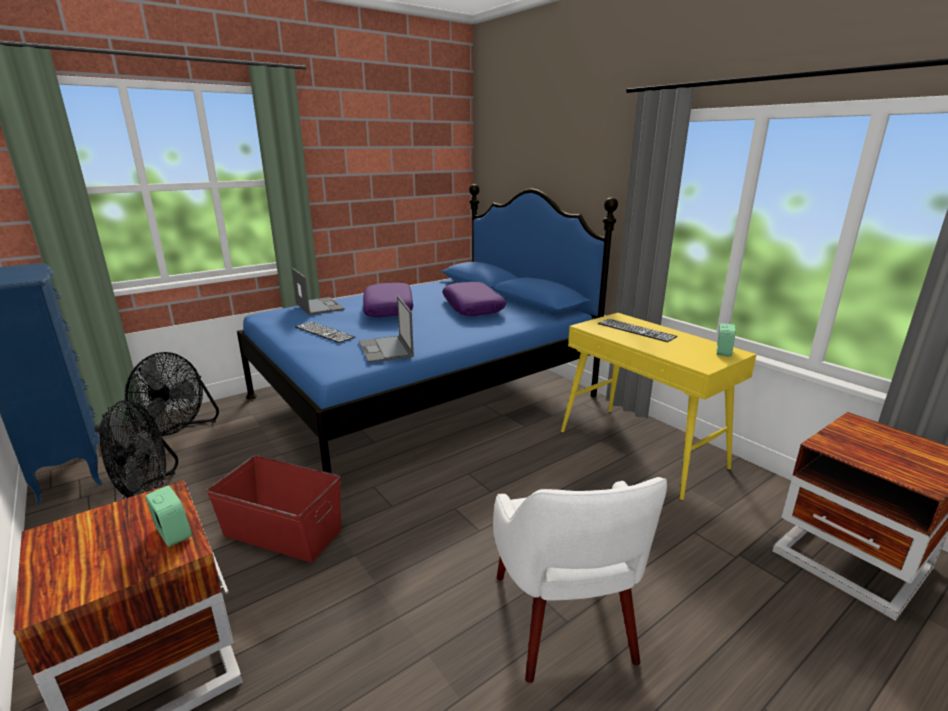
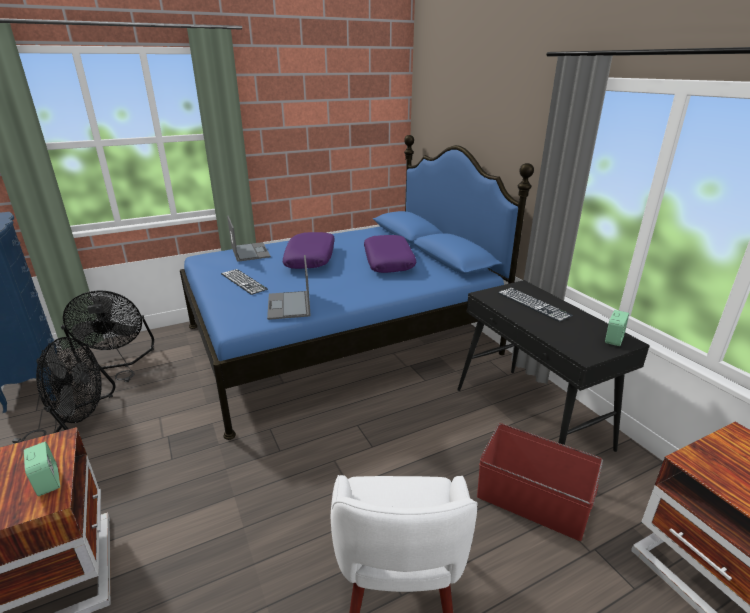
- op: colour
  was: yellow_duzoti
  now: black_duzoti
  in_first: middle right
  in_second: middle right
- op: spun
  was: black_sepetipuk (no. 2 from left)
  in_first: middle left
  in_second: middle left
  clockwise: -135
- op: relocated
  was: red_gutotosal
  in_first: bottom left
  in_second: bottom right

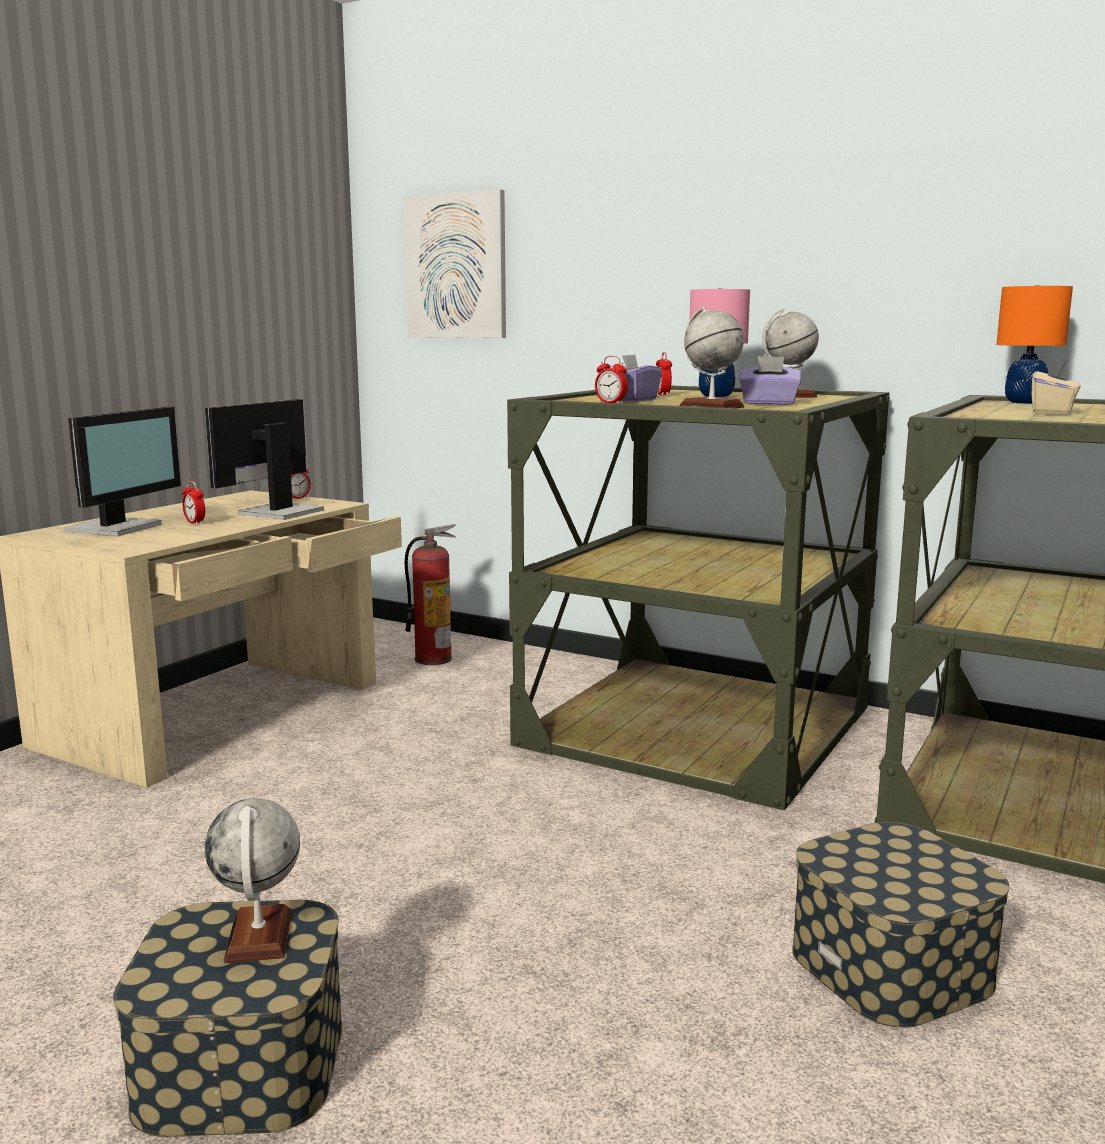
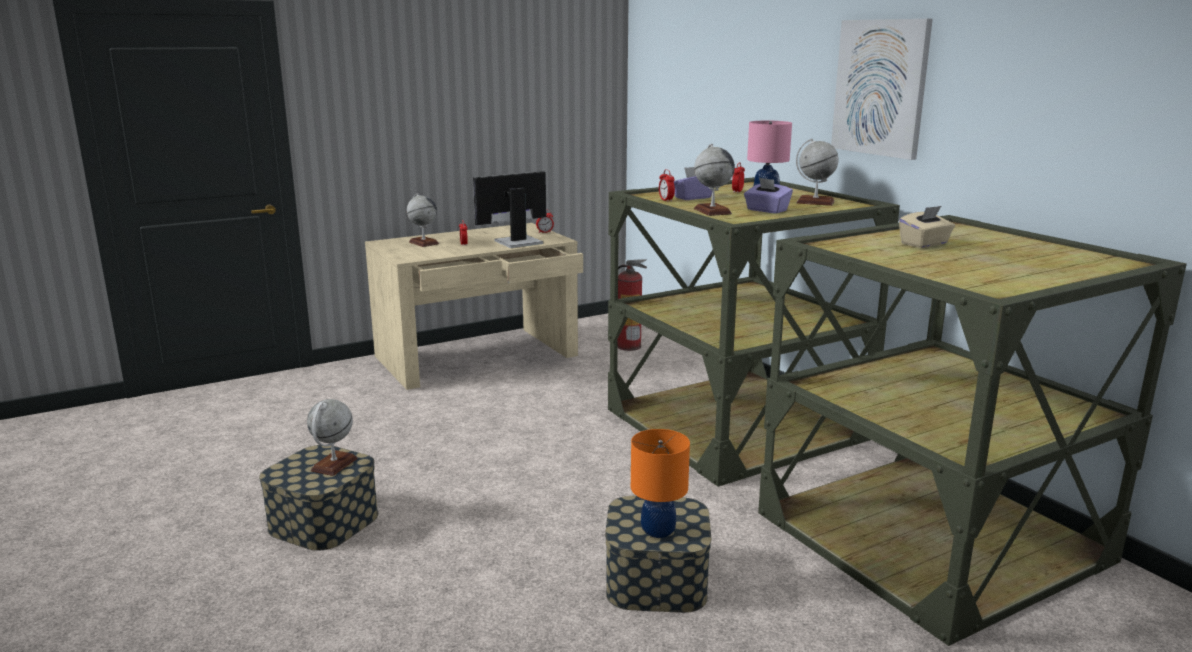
- op: relocated
  was: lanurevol
  in_first: top centre
  in_second: top right
- op: relocated
  was: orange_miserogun
  in_first: top right
  in_second: bottom centre
- op: exchanged
  was: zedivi (no. 1 from left)
  now: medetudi (no. 2 from left)
  in_first: middle left
  in_second: centre

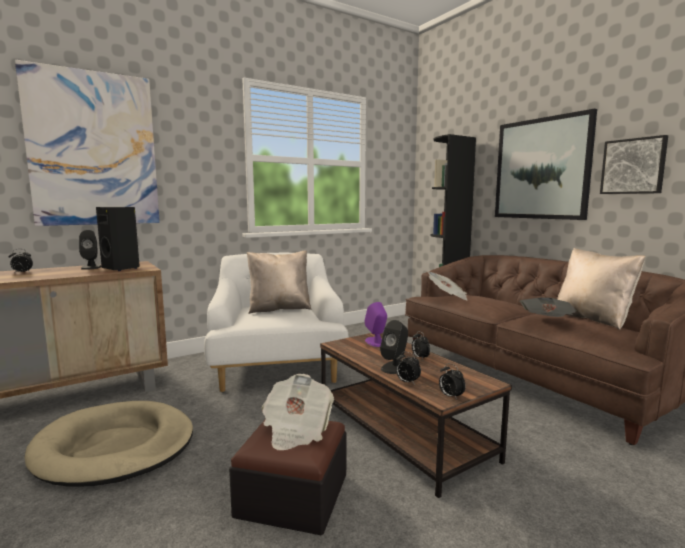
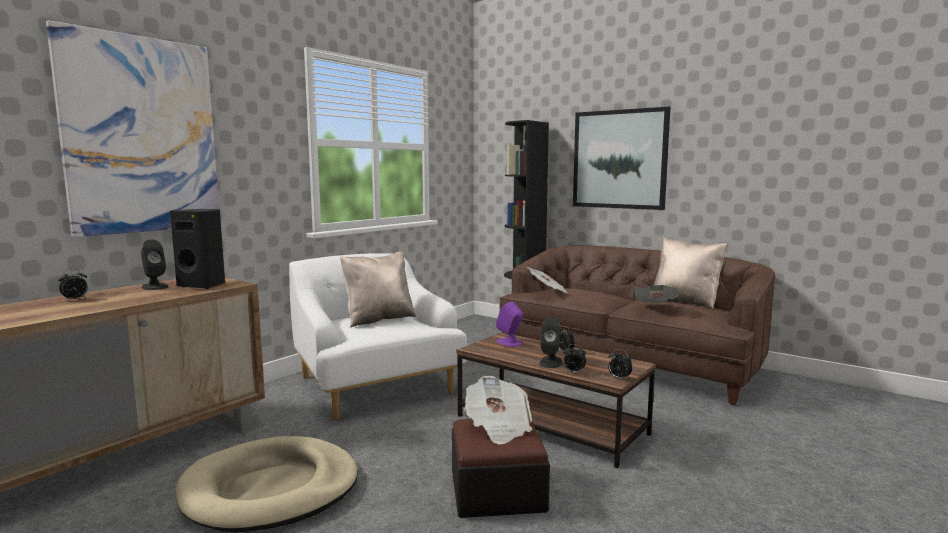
- op: missing
  was: lanurevol (no. 3 from left)
  in_first: top right

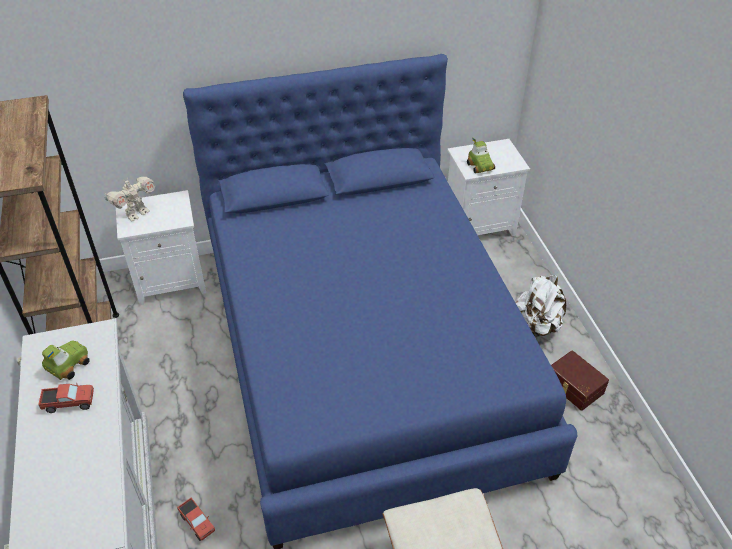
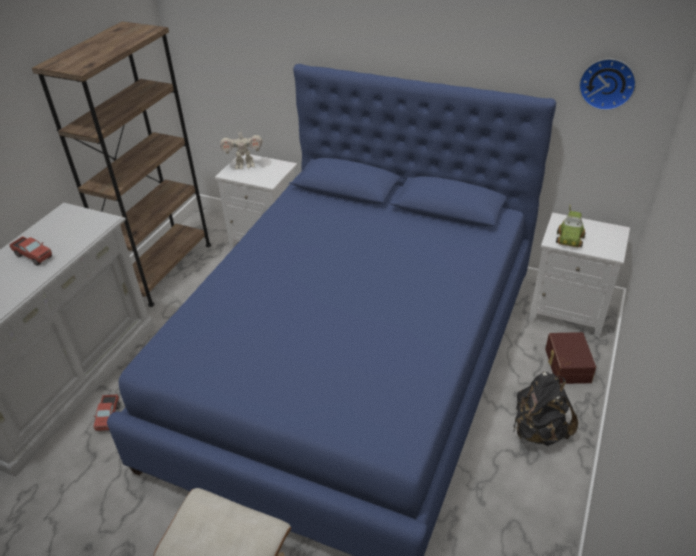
- op: colour
  was: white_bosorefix
  now: black_bosorefix
  in_first: middle right
  in_second: bottom right
- op: missing
  was: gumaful (no. 1 from left)
  in_first: middle left
- op: relocated
  was: brown_gutotosal
  in_first: bottom right
  in_second: middle right
- op: appeared
  now: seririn
  in_second: top right

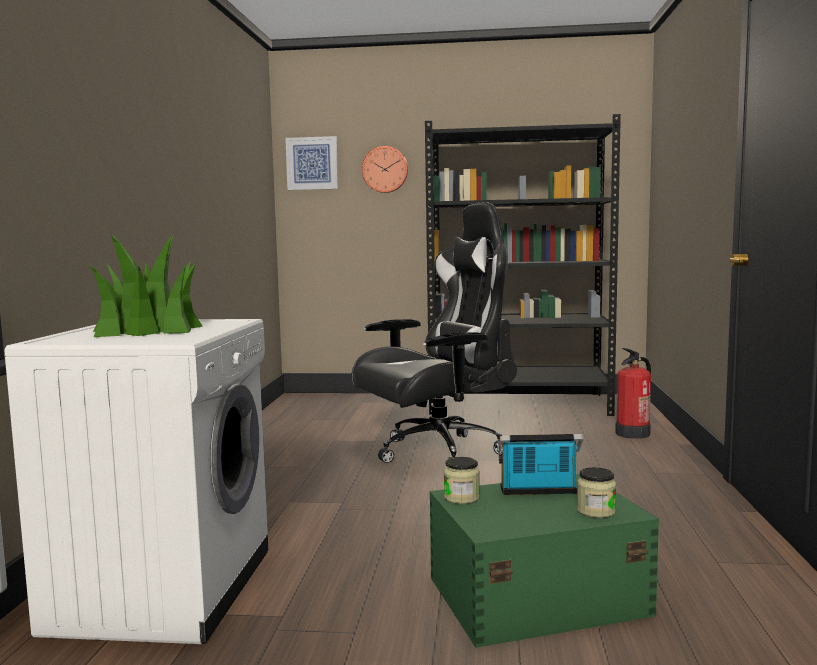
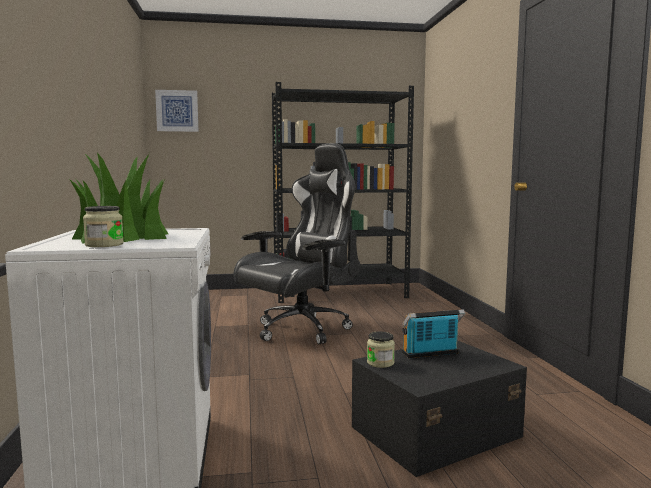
- op: missing
  was: seririn
  in_first: top centre
- op: missing
  was: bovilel
  in_first: middle right
- op: relocated
  was: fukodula (no. 2 from left in the first image)
  now: fukodula (no. 1 from left)
  in_first: bottom right
  in_second: middle left
- op: colour
  was: green_gutotosal
  now: black_gutotosal
  in_first: bottom centre
  in_second: bottom right

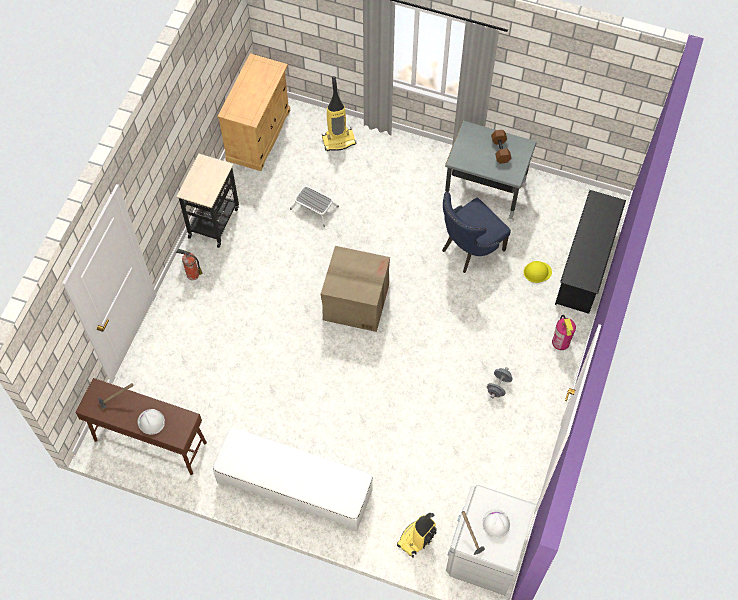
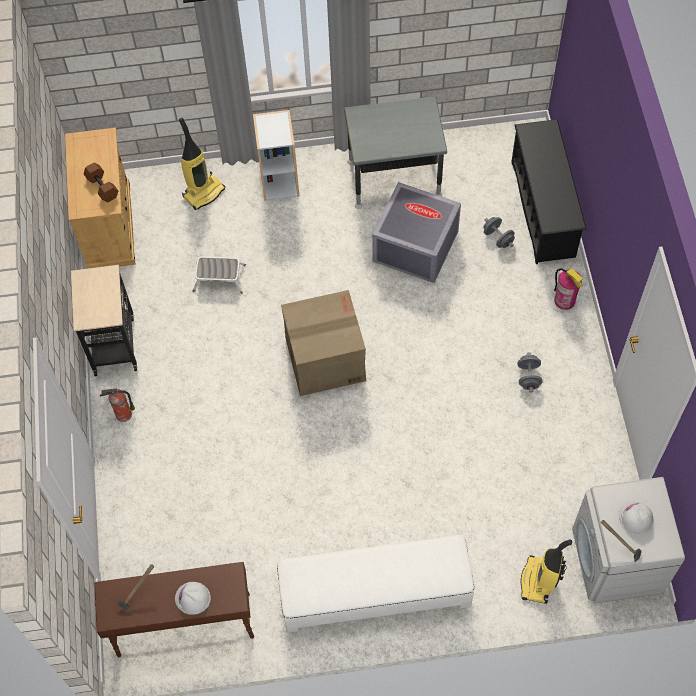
- op: relocated
  was: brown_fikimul
  in_first: top right
  in_second: top left
- op: exchanged
  was: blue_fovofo
  now: grey_gutotosal
  in_first: centre
  in_second: centre
- op: exchanged
  was: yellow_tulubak
  now: grey_fikimul (no. 1 from left)
  in_first: middle right
  in_second: middle right
- op: appeared
  now: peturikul
  in_second: top centre

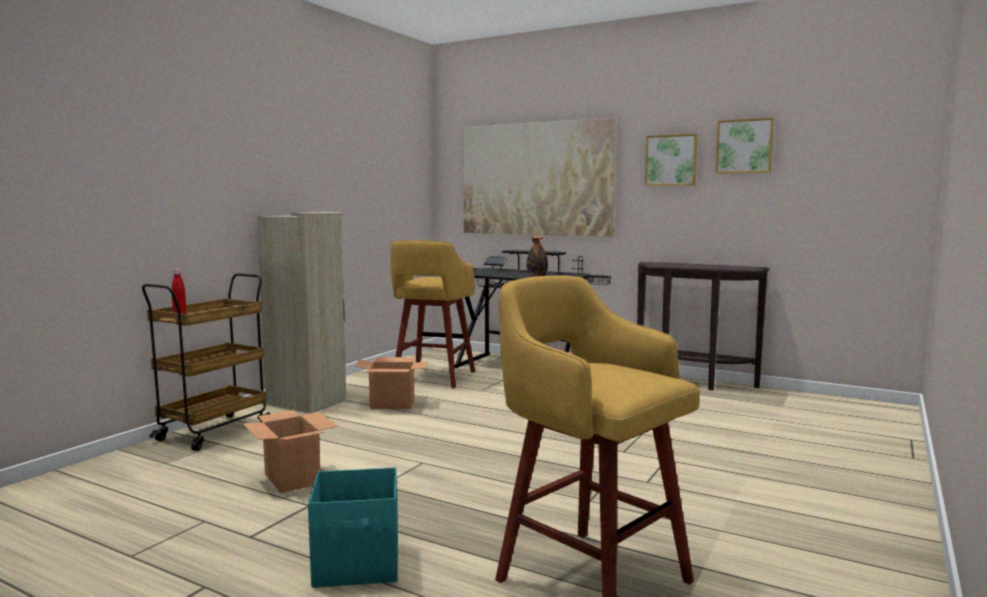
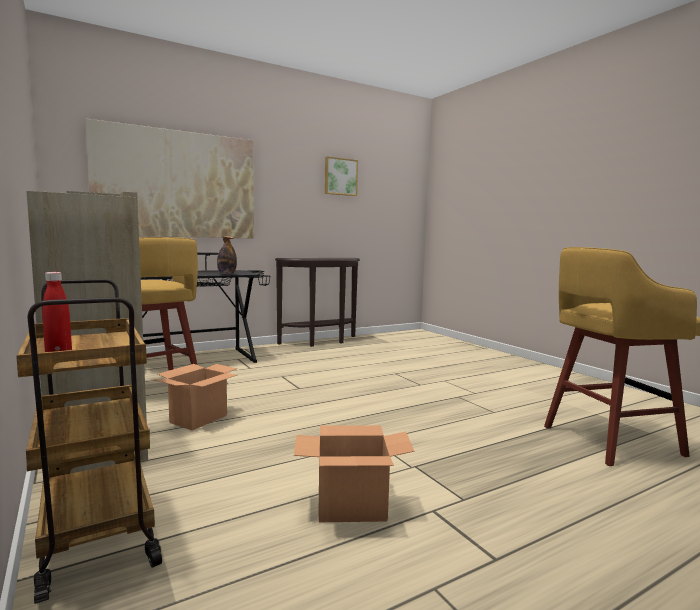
- op: missing
  was: lanurevol (no. 2 from left)
  in_first: top right
- op: missing
  was: turquoise_gutotosal
  in_first: bottom centre

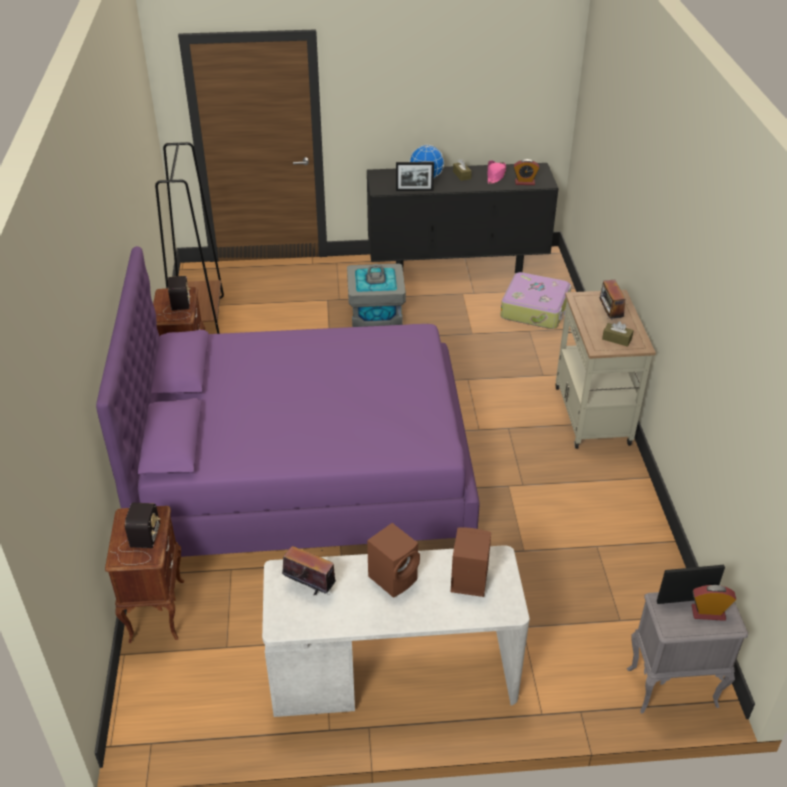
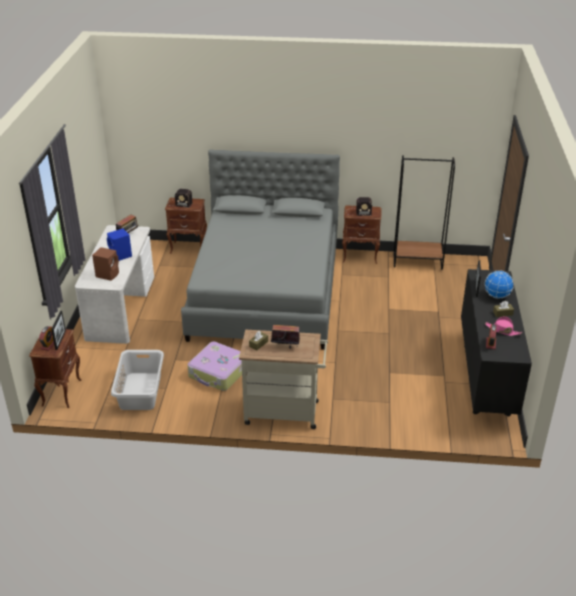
- op: colour
  was: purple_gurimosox
  now: grey_gurimosox
  in_first: centre
  in_second: centre
- op: missing
  was: grey_gutotosal
  in_first: centre
- op: relocated
  was: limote
  in_first: middle right
  in_second: centre
- op: colour
  was: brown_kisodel (no. 1 from left)
  now: blue_kisodel
  in_first: bottom centre
  in_second: middle left
- op: colour
  was: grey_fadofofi
  now: brown_fadofofi (no. 1 from left)
  in_first: bottom right
  in_second: middle left
- op: appeared
  now: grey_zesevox
  in_second: middle left

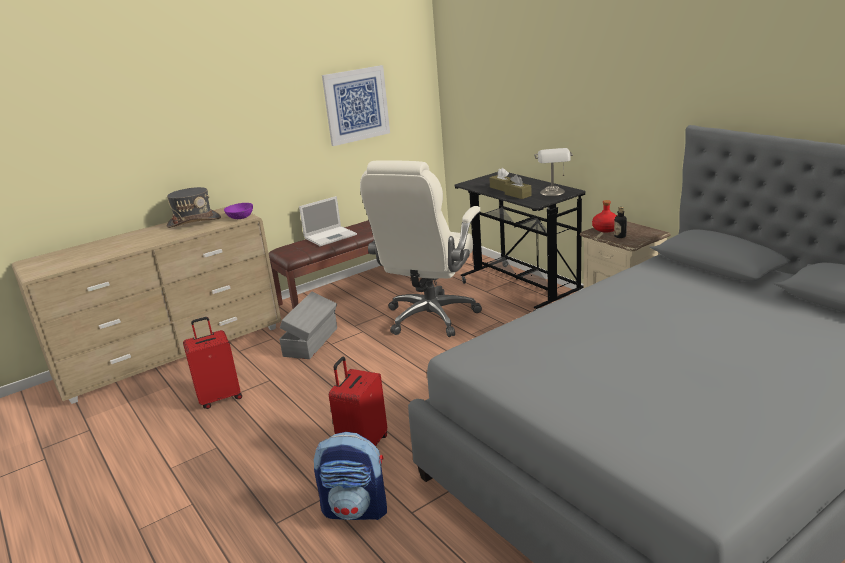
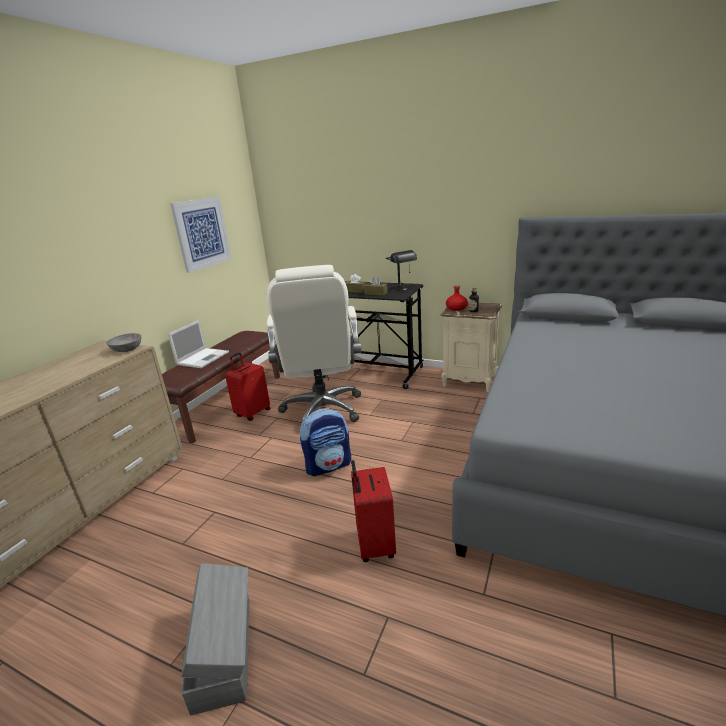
- op: colour
  was: white_miserogun
  now: black_miserogun
  in_first: top centre
  in_second: centre
- op: missing
  was: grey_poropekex
  in_first: middle left
- op: colour
  was: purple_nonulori
  now: grey_nonulori
  in_first: middle left
  in_second: middle left
- op: relocated
  was: grey_gutotosal
  in_first: centre
  in_second: bottom left
- op: relocated
  was: red_limote (no. 1 from left)
  in_first: middle left
  in_second: centre
- op: relocated
  was: bosorefix
  in_first: bottom centre
  in_second: centre

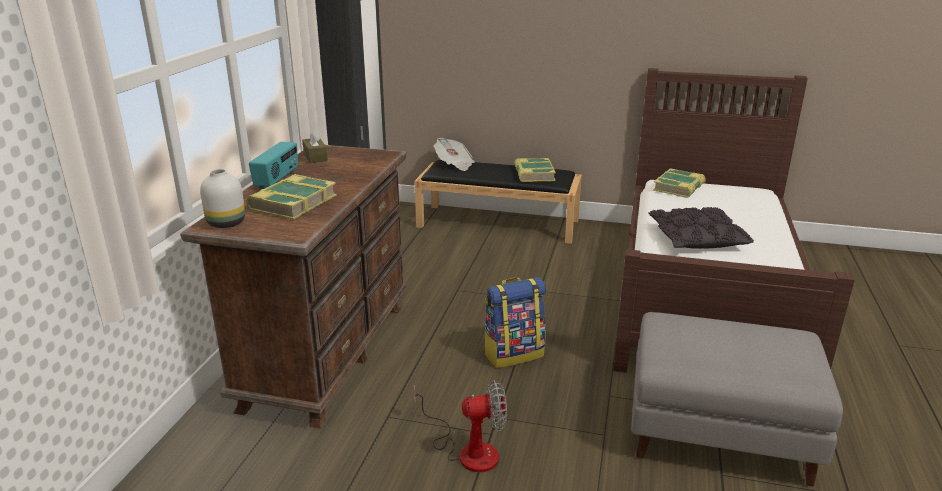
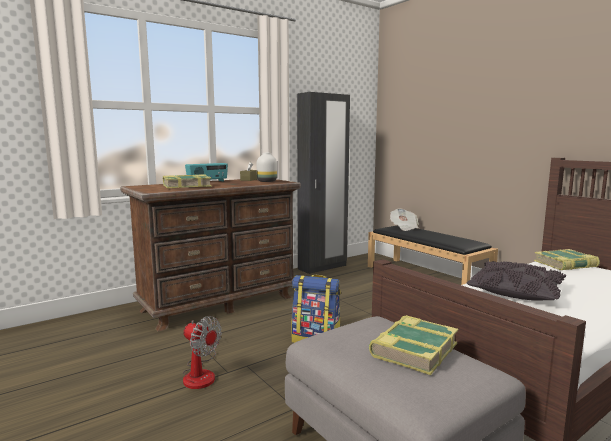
- op: relocated
  was: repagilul (no. 2 from left)
  in_first: centre
  in_second: bottom right
- op: relocated
  was: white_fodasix
  in_first: middle left
  in_second: centre

